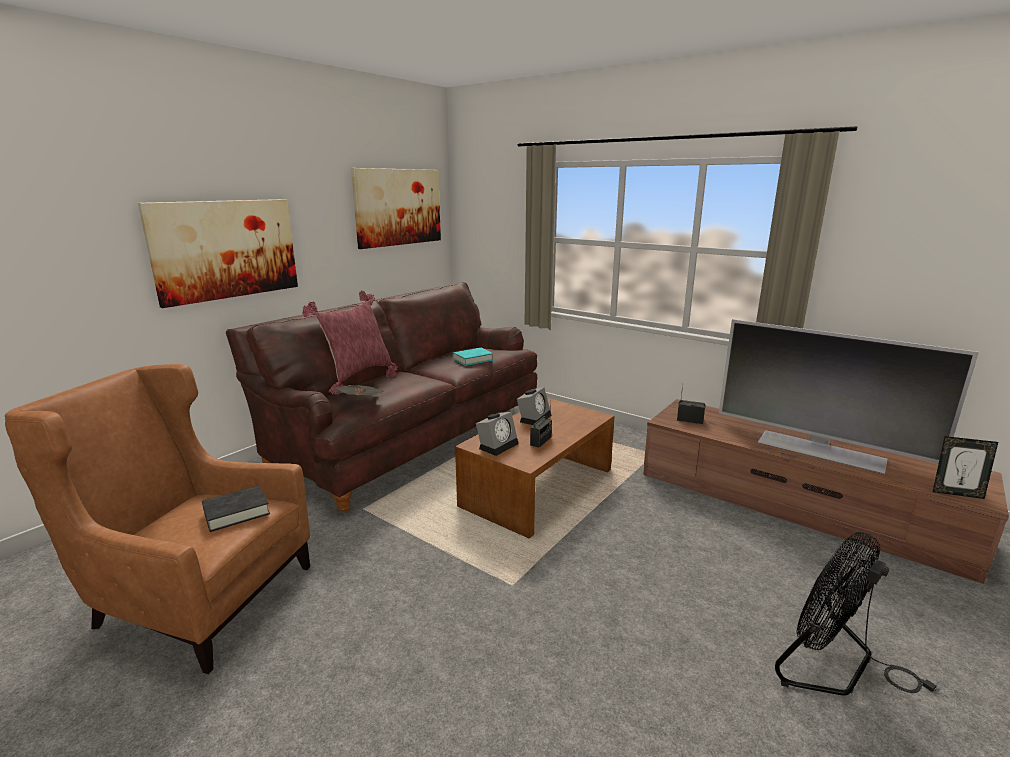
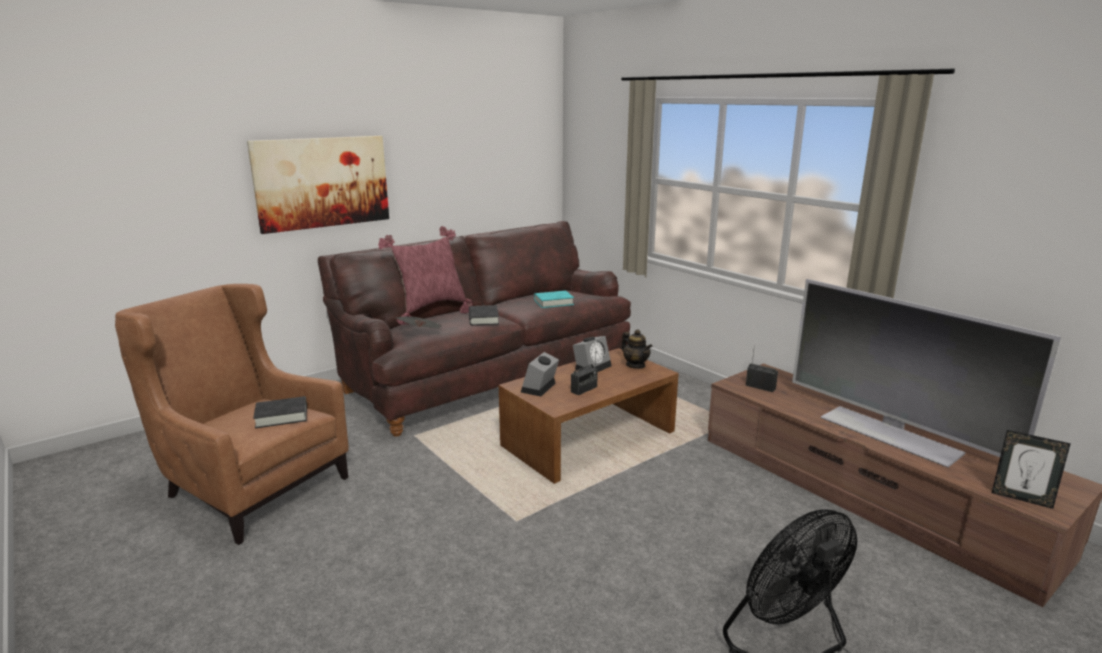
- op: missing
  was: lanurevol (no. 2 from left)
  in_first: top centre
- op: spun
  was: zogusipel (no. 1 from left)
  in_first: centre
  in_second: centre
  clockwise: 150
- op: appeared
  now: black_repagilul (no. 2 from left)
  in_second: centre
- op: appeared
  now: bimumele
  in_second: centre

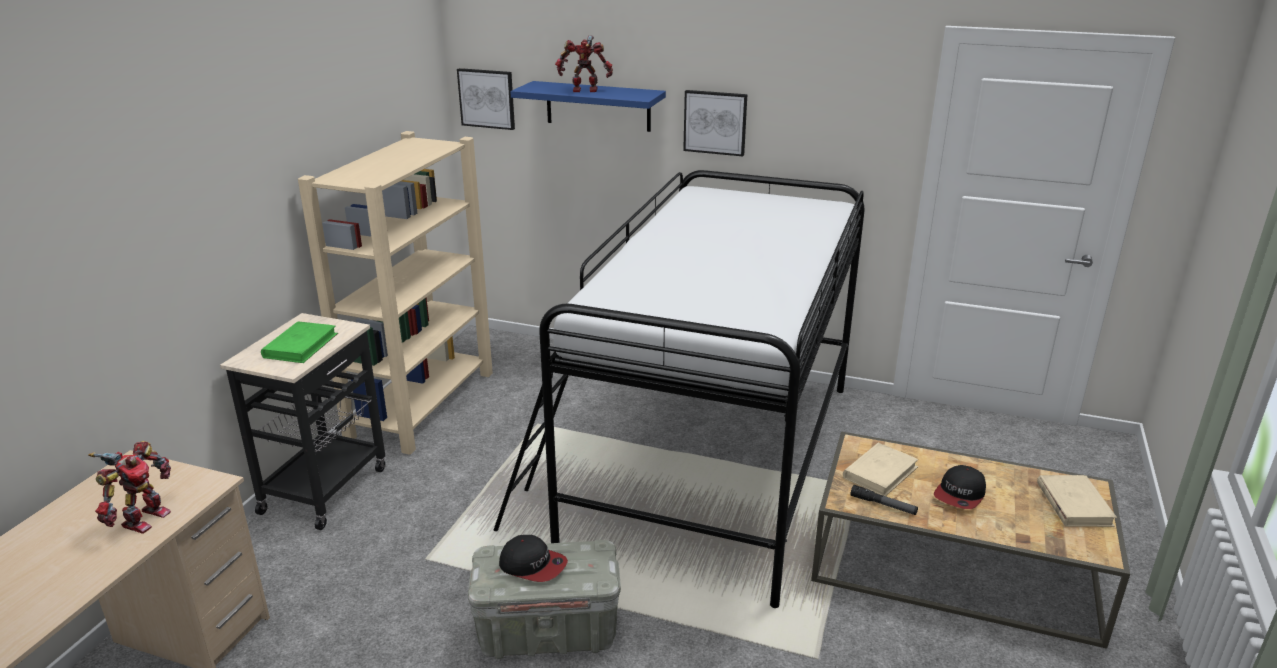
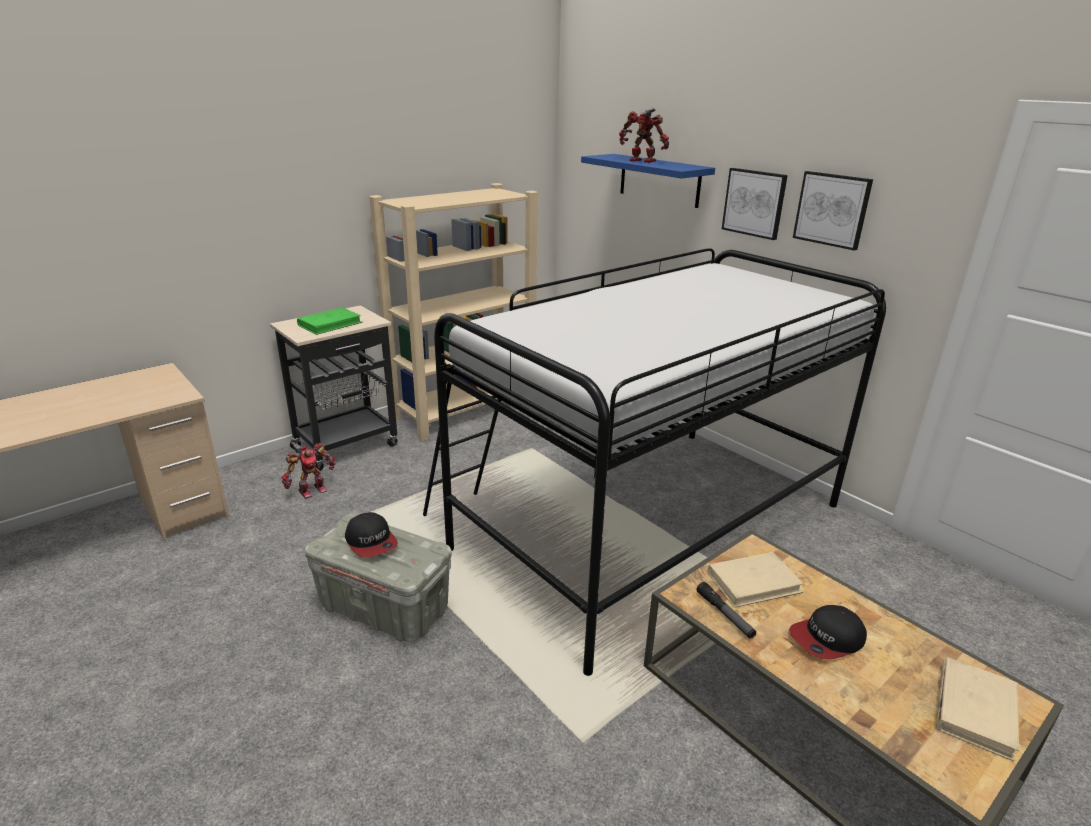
- op: relocated
  was: lanurevol (no. 1 from left in the first image)
  now: lanurevol (no. 2 from left)
  in_first: top centre
  in_second: top right
- op: relocated
  was: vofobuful (no. 1 from left)
  in_first: bottom left
  in_second: middle left

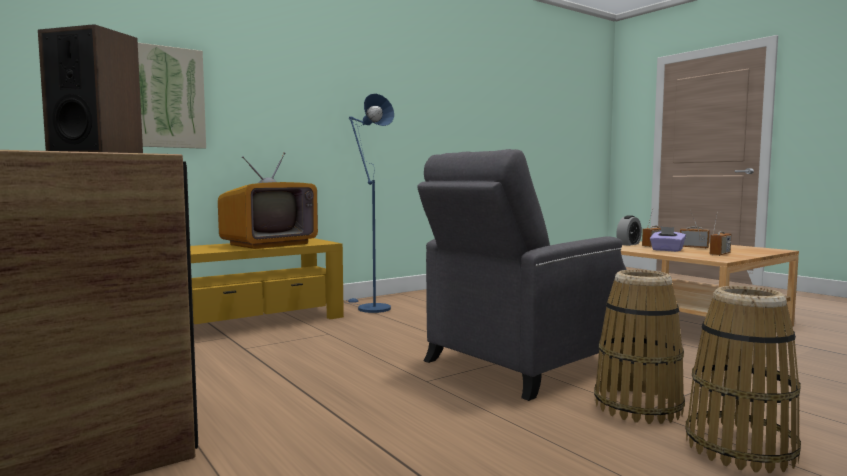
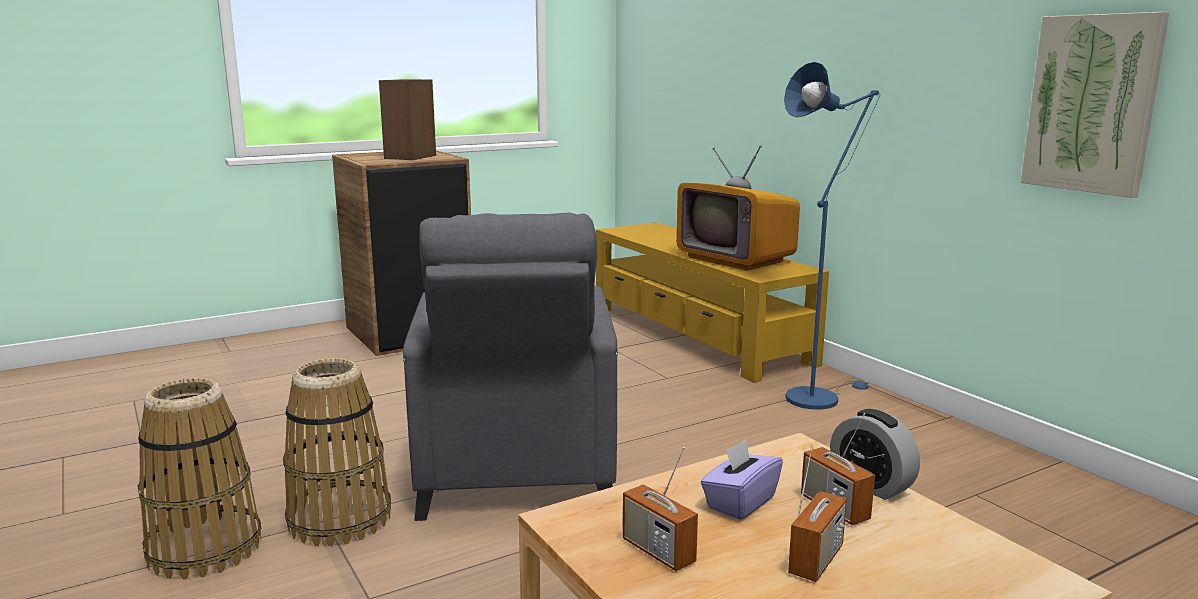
- op: relocated
  was: lanurevol
  in_first: top left
  in_second: top right
- op: spun
  was: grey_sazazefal
  in_first: centre
  in_second: centre
  clockwise: -150

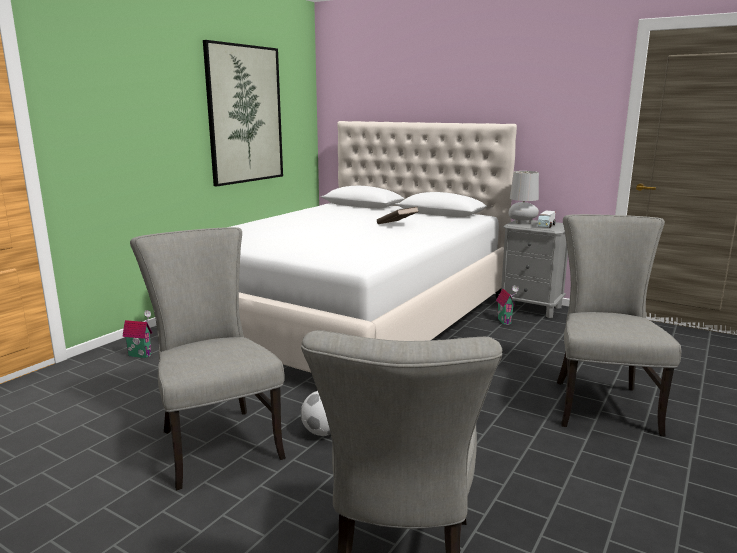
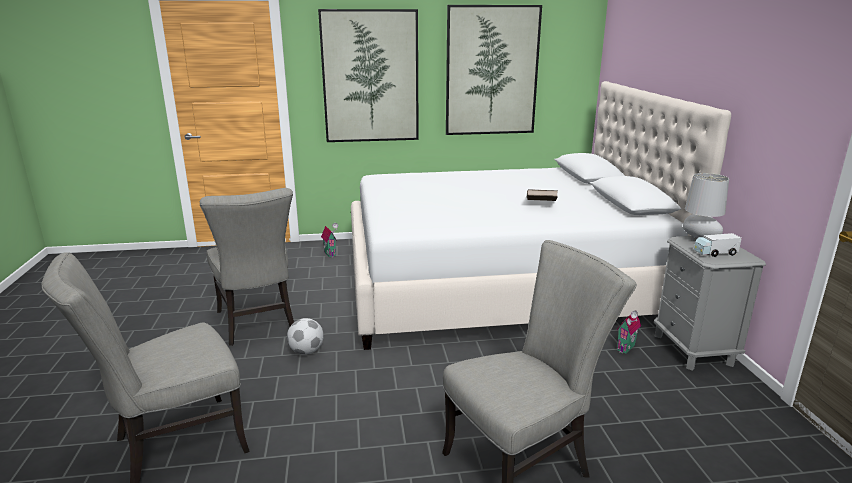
- op: spun
  was: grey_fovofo (no. 1 from left in the first image)
  in_first: middle left
  in_second: middle left
  clockwise: 135
- op: appeared
  now: lanurevol (no. 1 from left)
  in_second: top centre

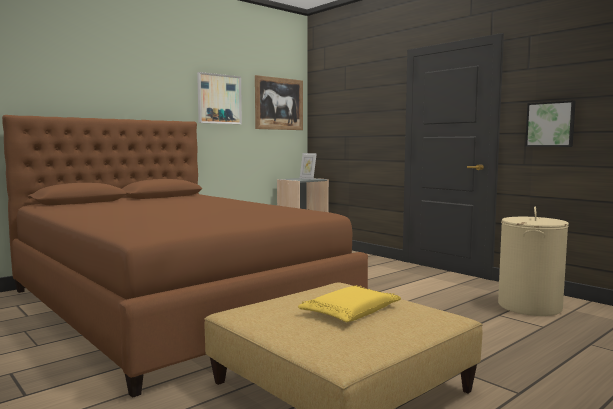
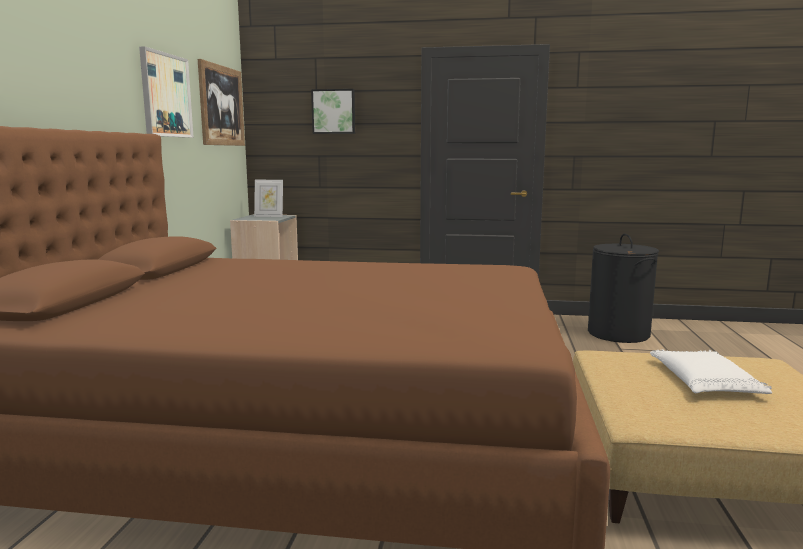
- op: relocated
  was: lanurevol (no. 3 from left)
  in_first: top right
  in_second: top centre
- op: colour
  was: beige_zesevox
  now: black_zesevox
  in_first: middle right
  in_second: middle right
- op: colour
  was: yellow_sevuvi
  now: white_sevuvi
  in_first: bottom centre
  in_second: bottom right

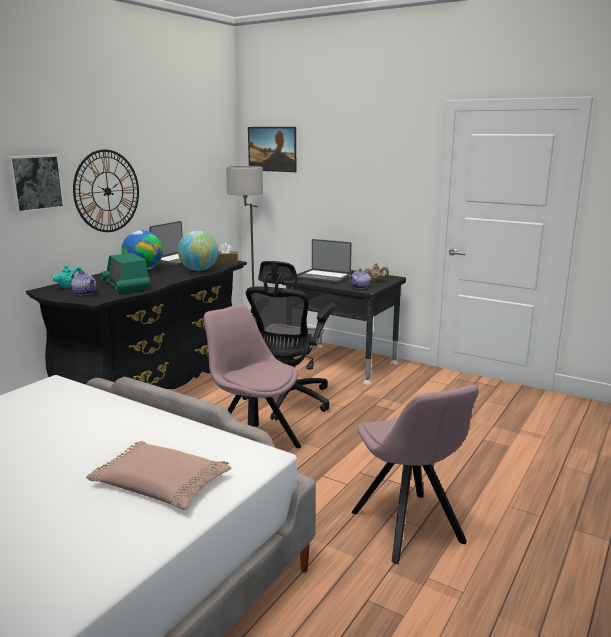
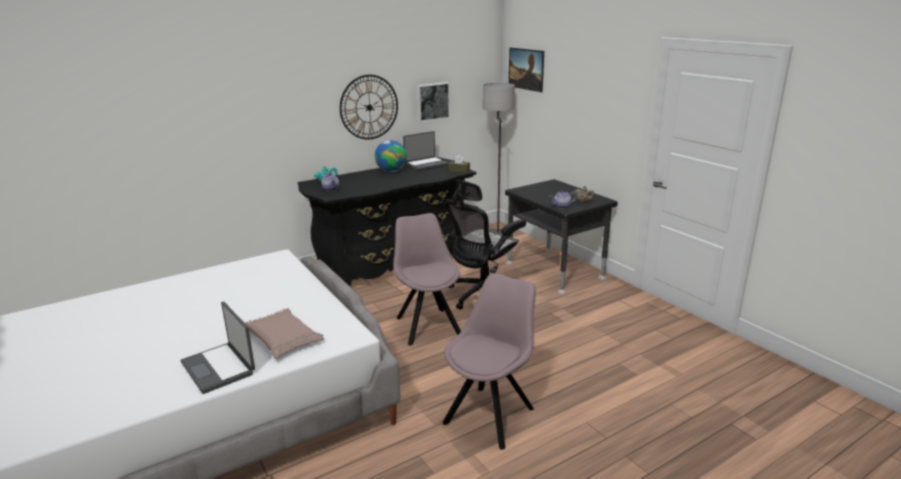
- op: relocated
  was: lanurevol (no. 1 from left)
  in_first: top left
  in_second: top centre
- op: missing
  was: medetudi (no. 2 from left)
  in_first: middle left
- op: relocated
  was: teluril (no. 2 from left in the first image)
  now: teluril (no. 1 from left)
  in_first: centre
  in_second: bottom left
- op: missing
  was: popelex
  in_first: middle left
- op: spun
  was: pink_fovofo (no. 2 from left)
  in_first: bottom right
  in_second: bottom centre
  clockwise: -150

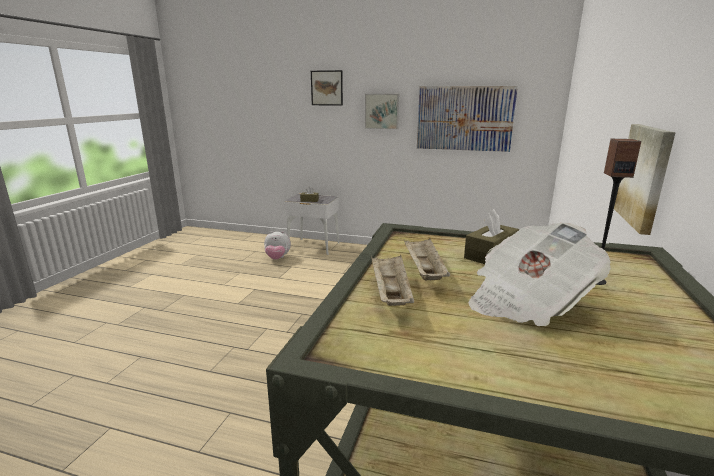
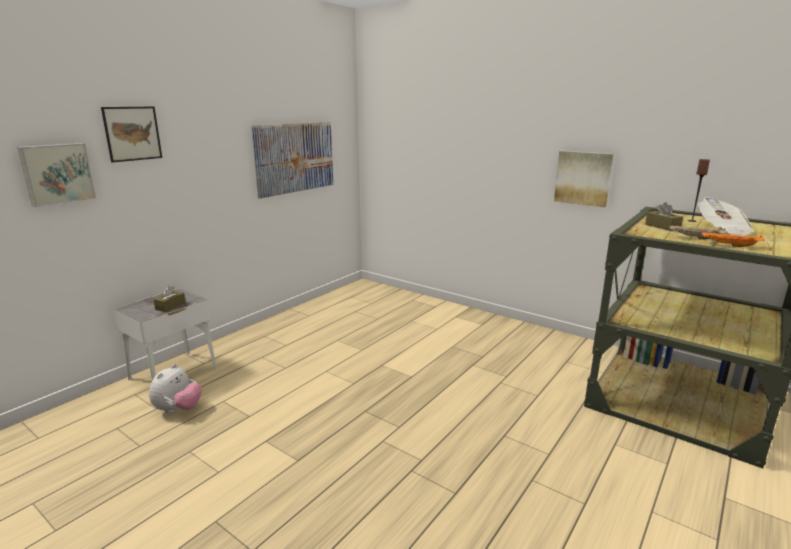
- op: relocated
  was: lanurevol (no. 2 from left in the first image)
  now: lanurevol (no. 1 from left)
  in_first: top centre
  in_second: top left
- op: colour
  was: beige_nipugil (no. 1 from left)
  now: orange_nipugil
  in_first: centre
  in_second: middle right

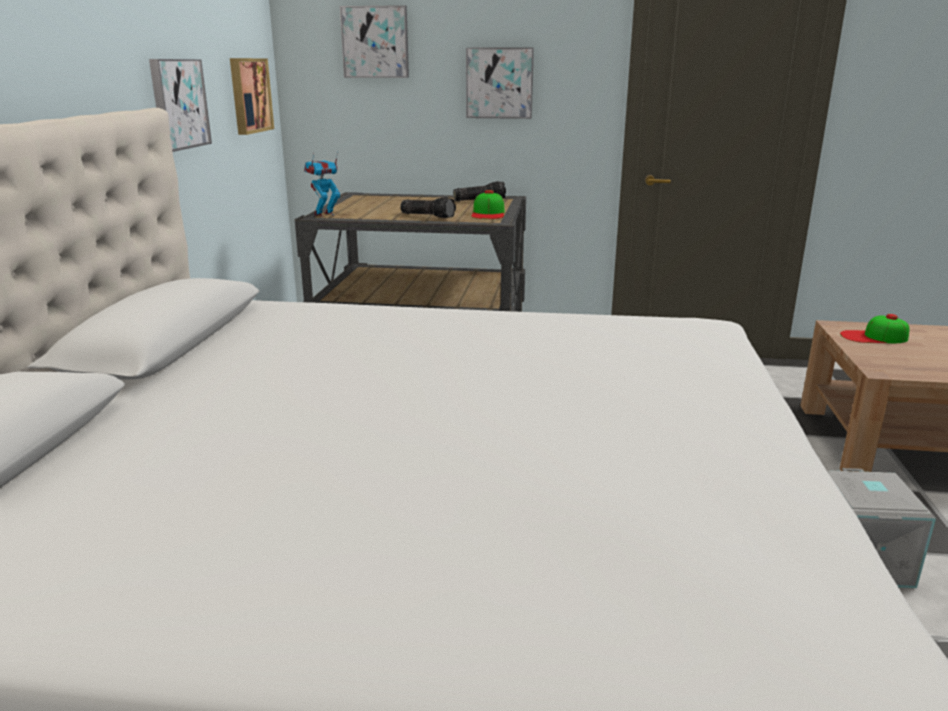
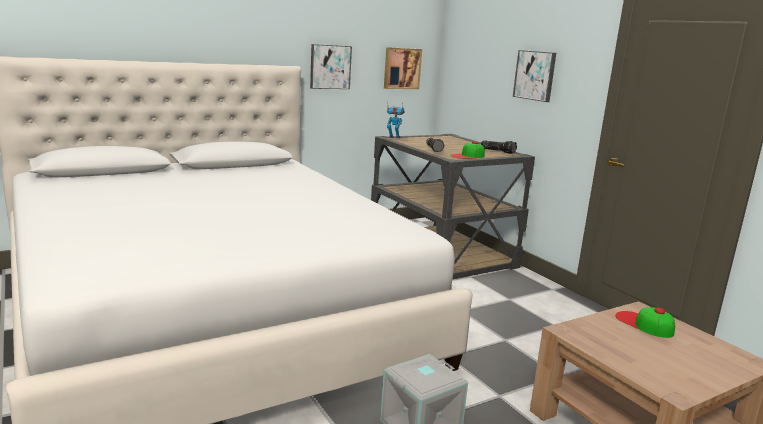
- op: missing
  was: lanurevol (no. 3 from left)
  in_first: top centre

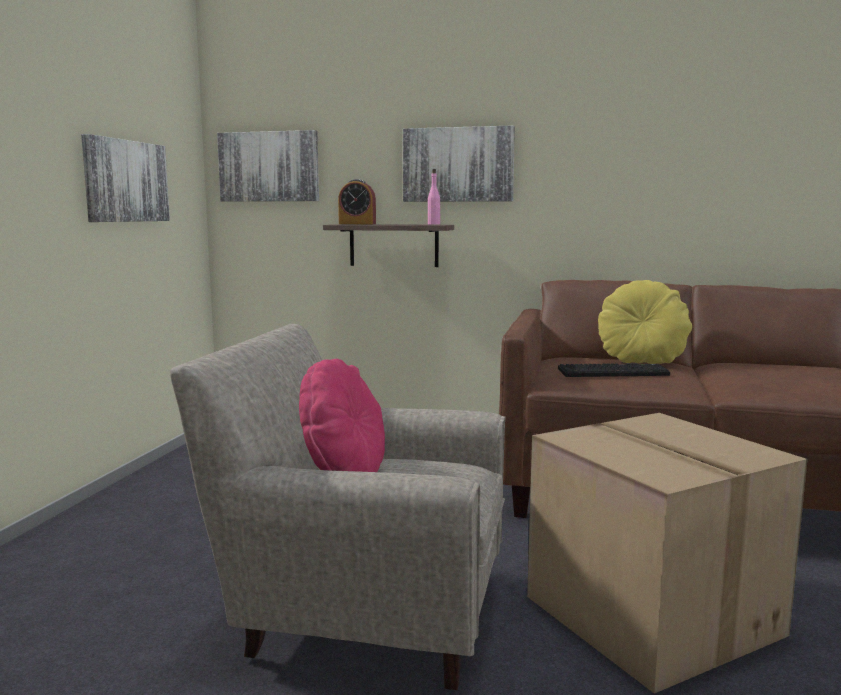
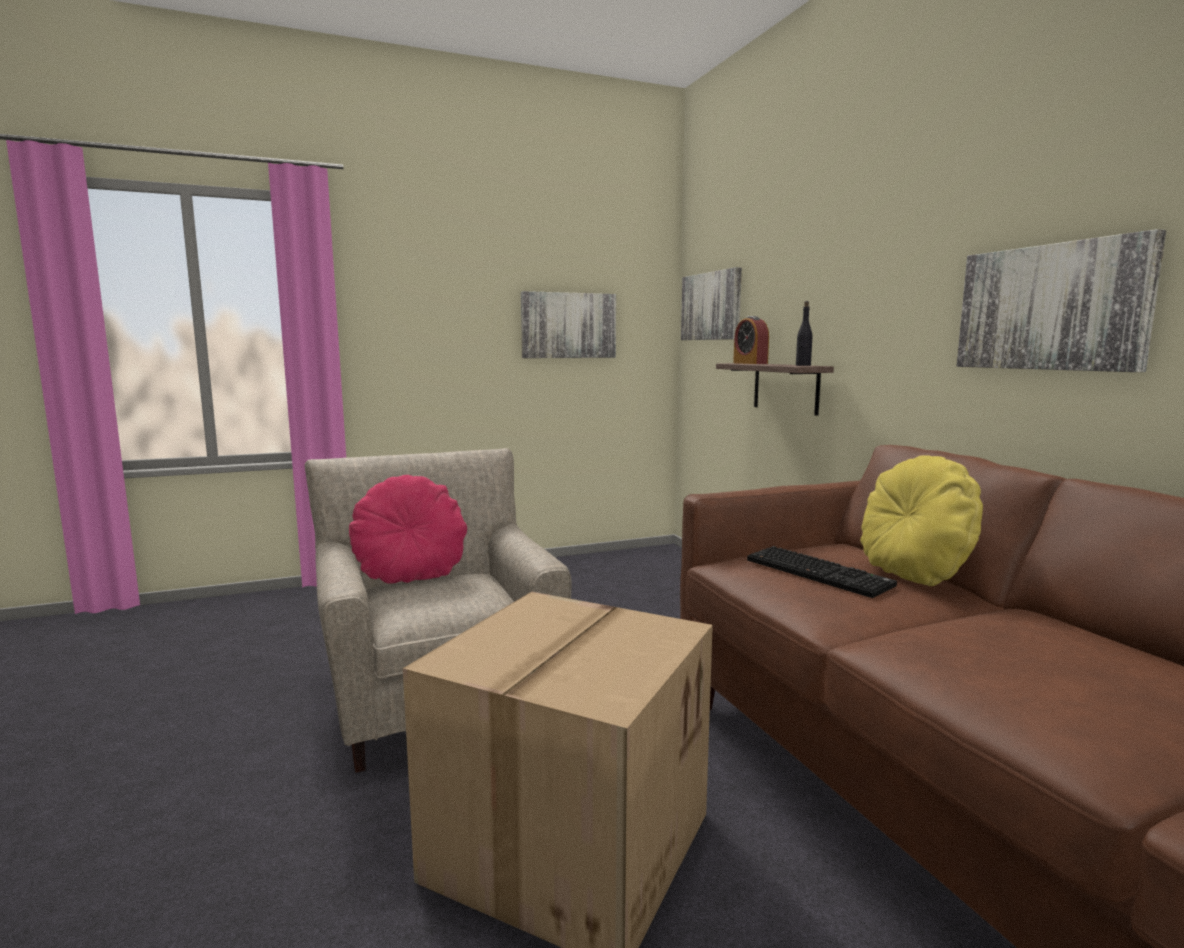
- op: relocated
  was: lanurevol (no. 3 from left)
  in_first: top centre
  in_second: top right
- op: colour
  was: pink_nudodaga
  now: black_nudodaga
  in_first: top centre
  in_second: middle right

